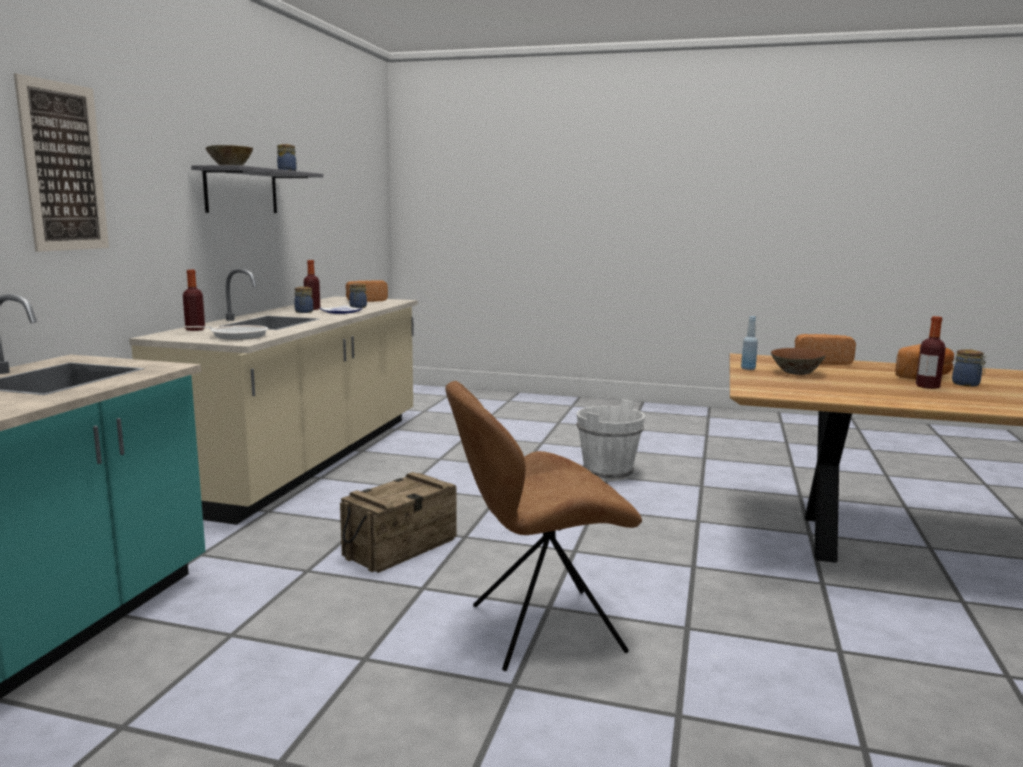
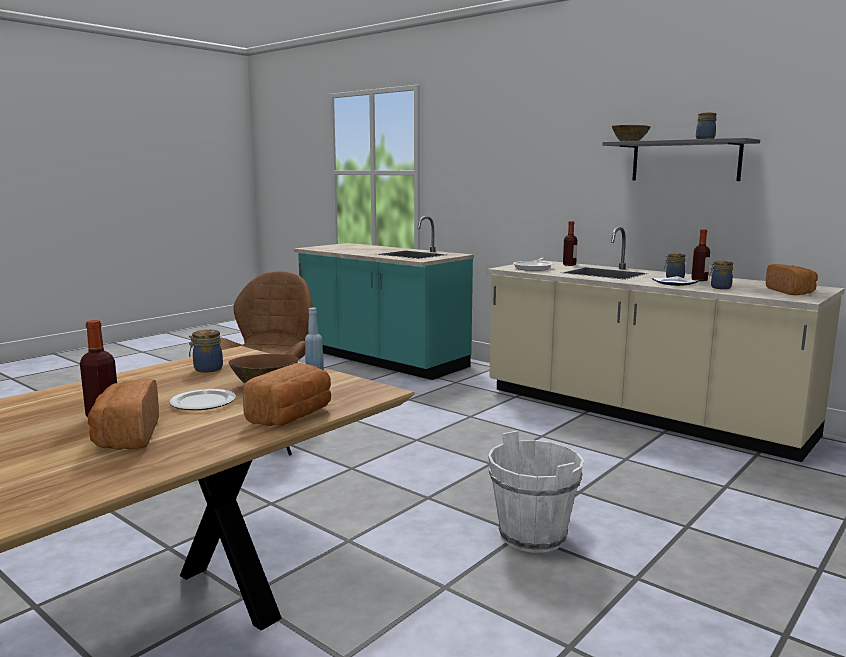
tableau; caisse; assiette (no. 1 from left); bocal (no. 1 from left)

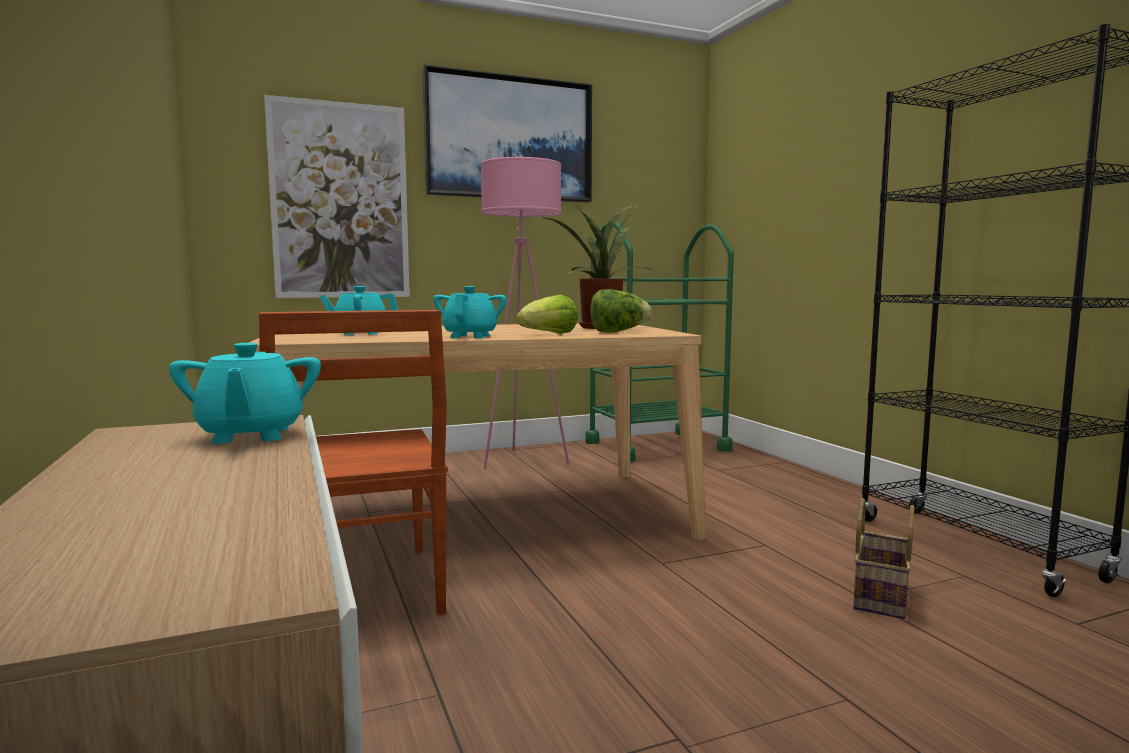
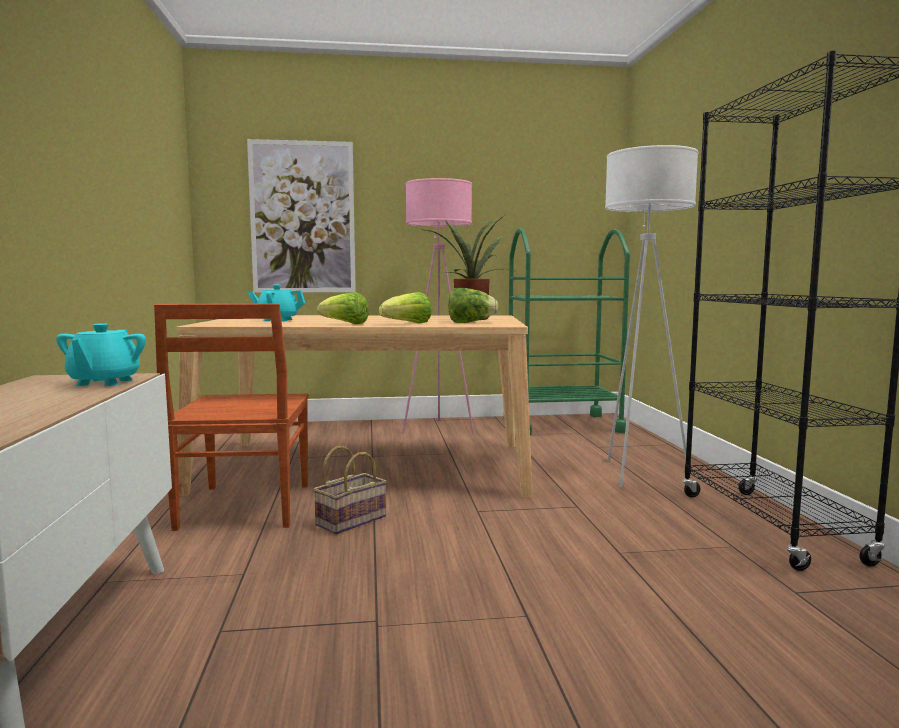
tableau (no. 2 from left in the first image); lampadaire/blanc; panier; laitue (no. 1 from left)

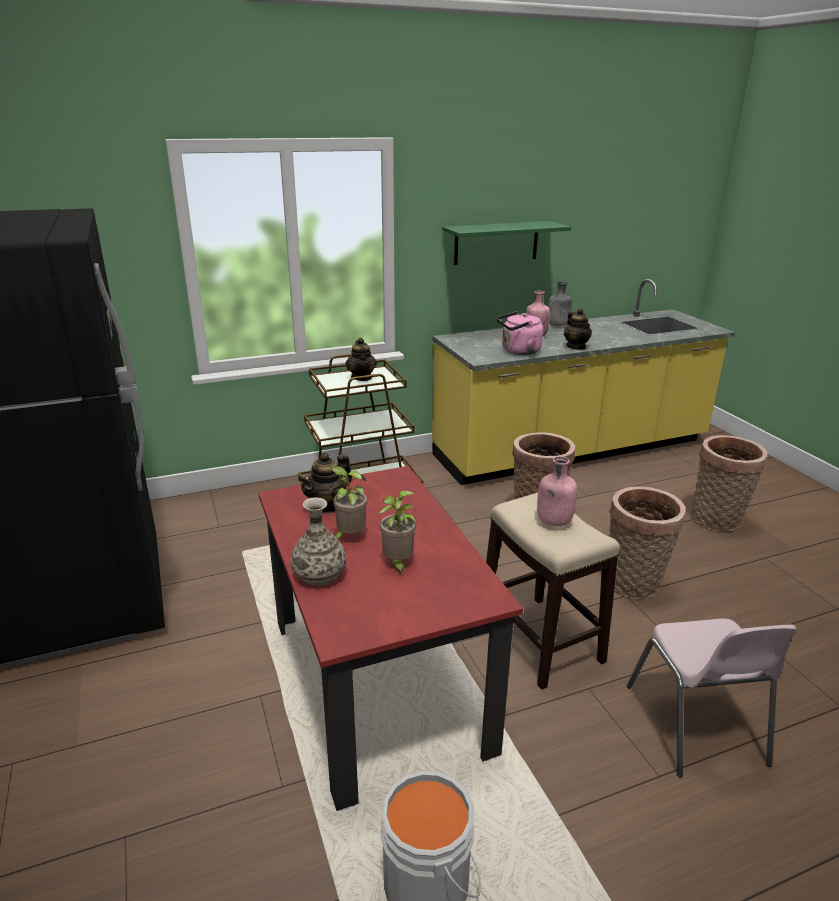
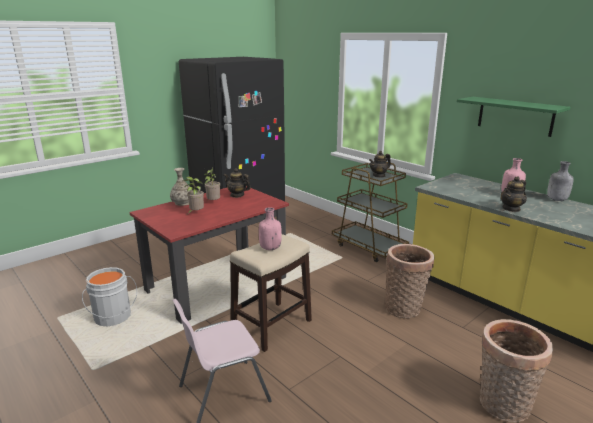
bouilloire/rose; panier (no. 2 from left in the first image)

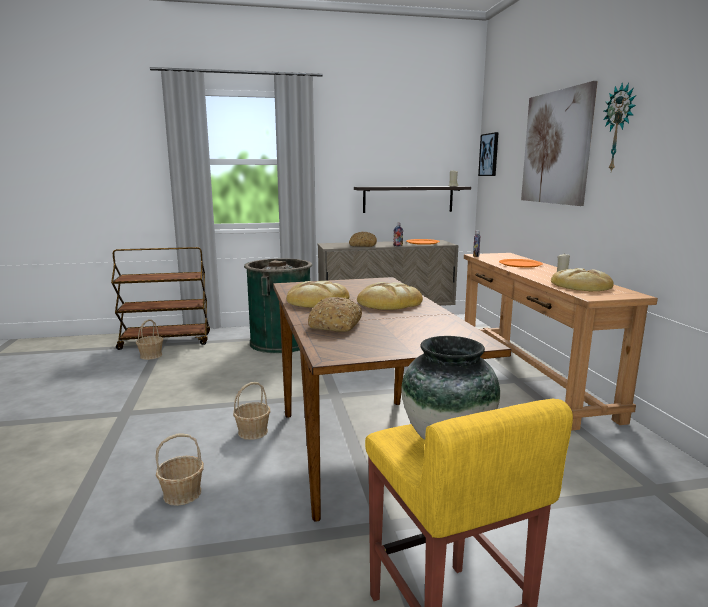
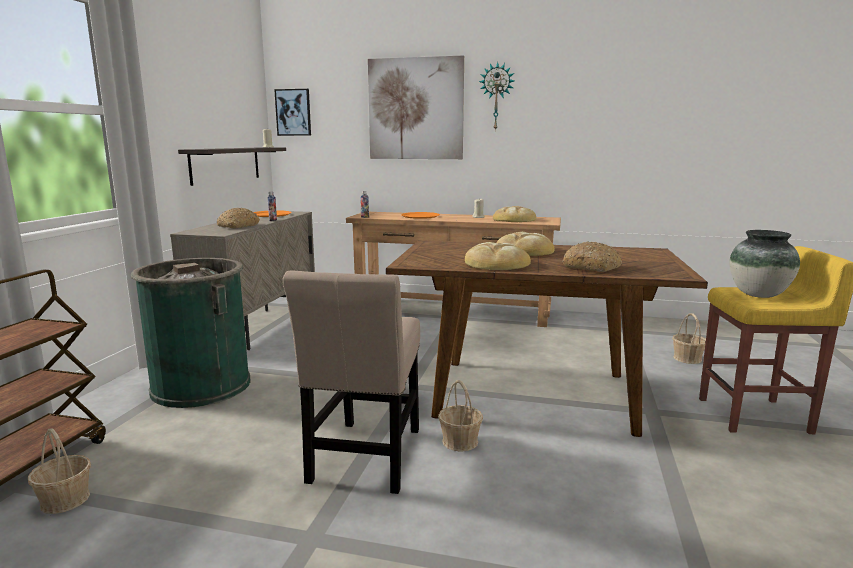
chaise/beige; panier (no. 3 from left)

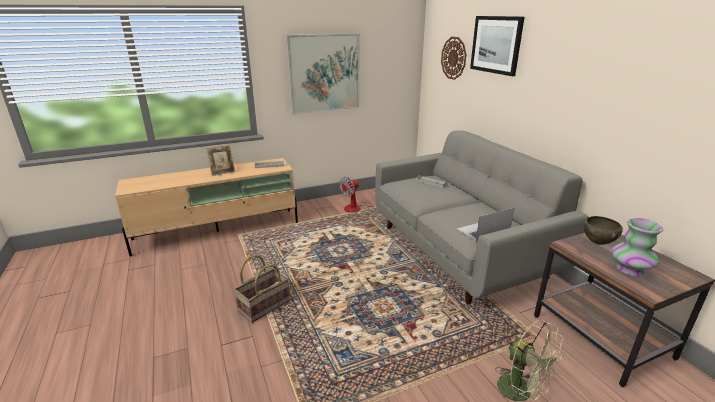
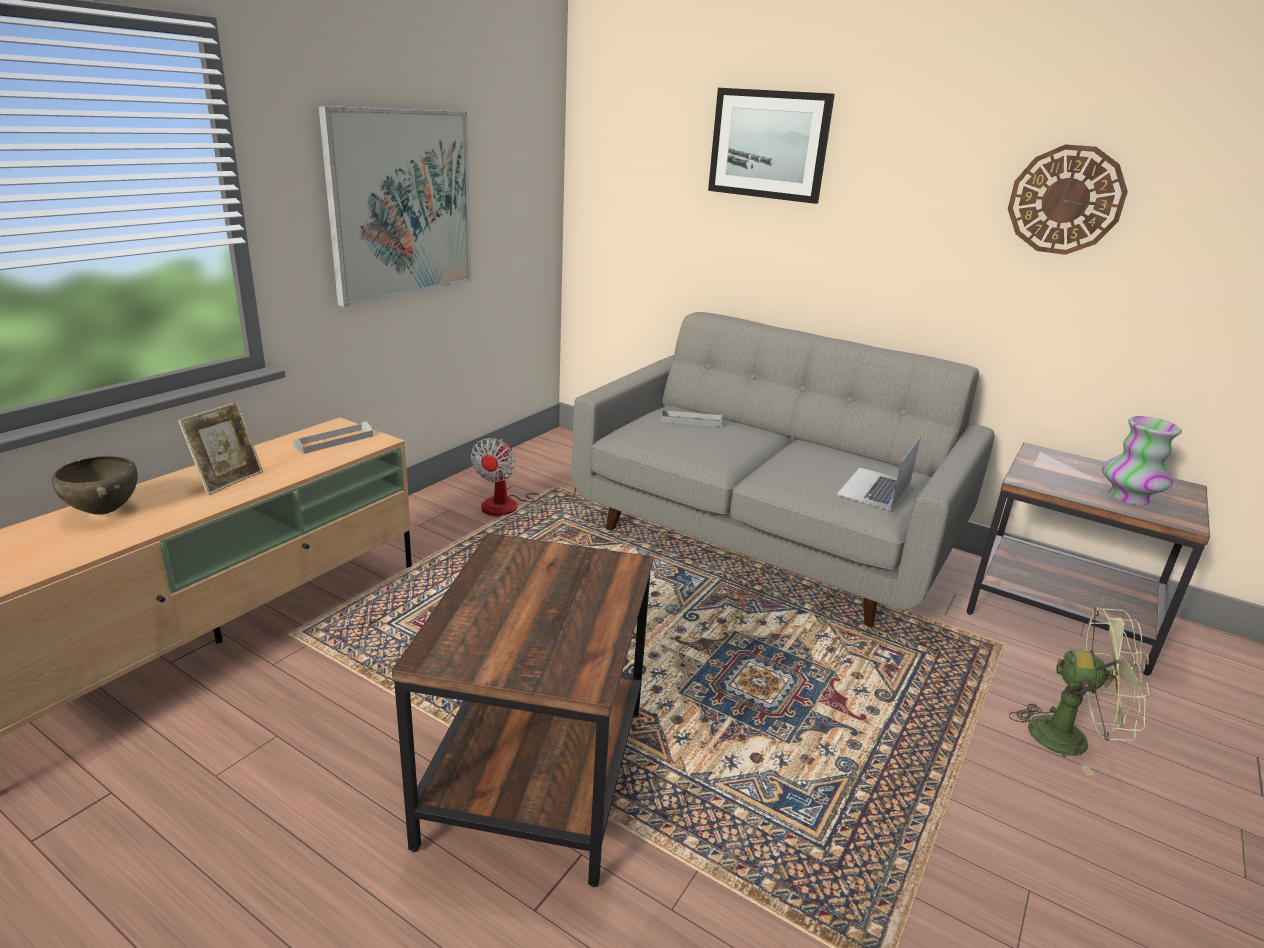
horloge murale; bol/marron; table d'appoint/marron (no. 1 from left)

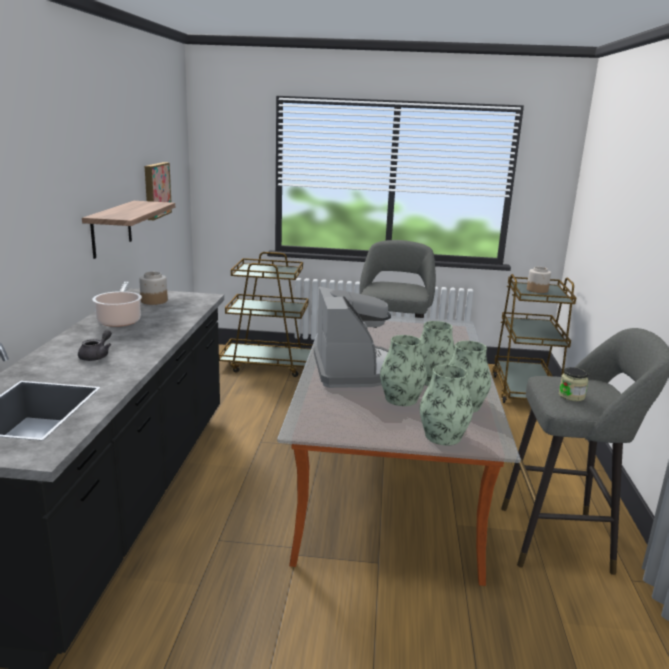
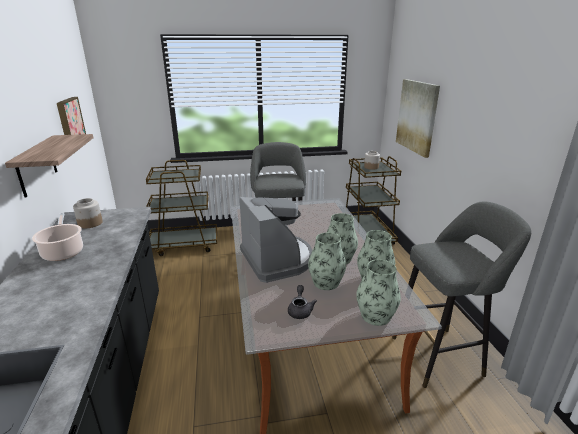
bocal (no. 3 from left in the first image); tableau (no. 2 from left); théière/gris

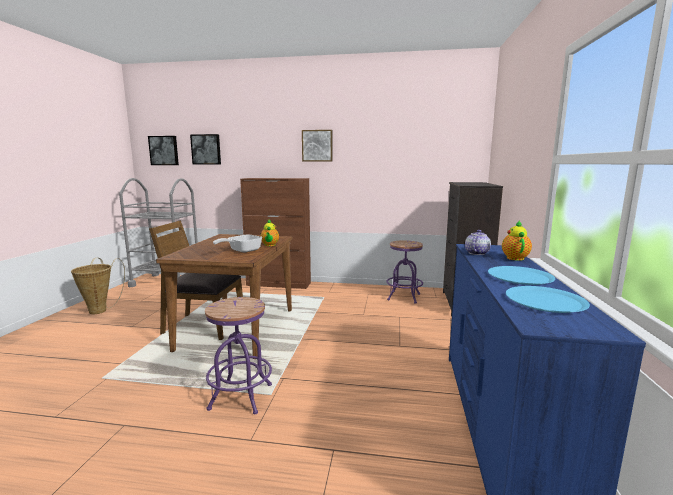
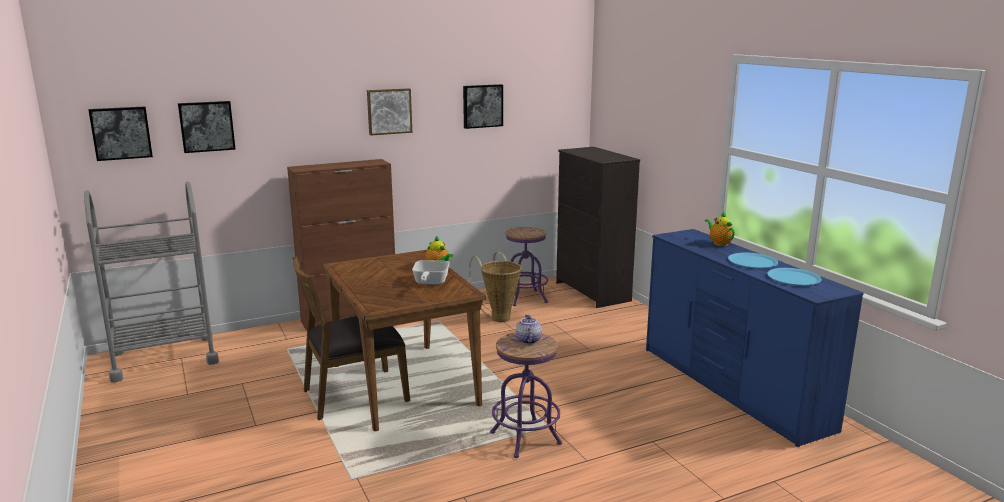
tableau (no. 4 from left); panier; théière (no. 2 from left)

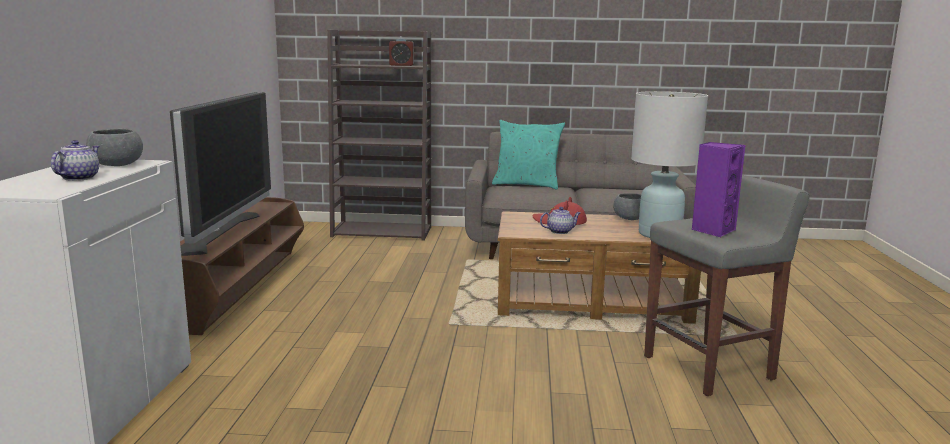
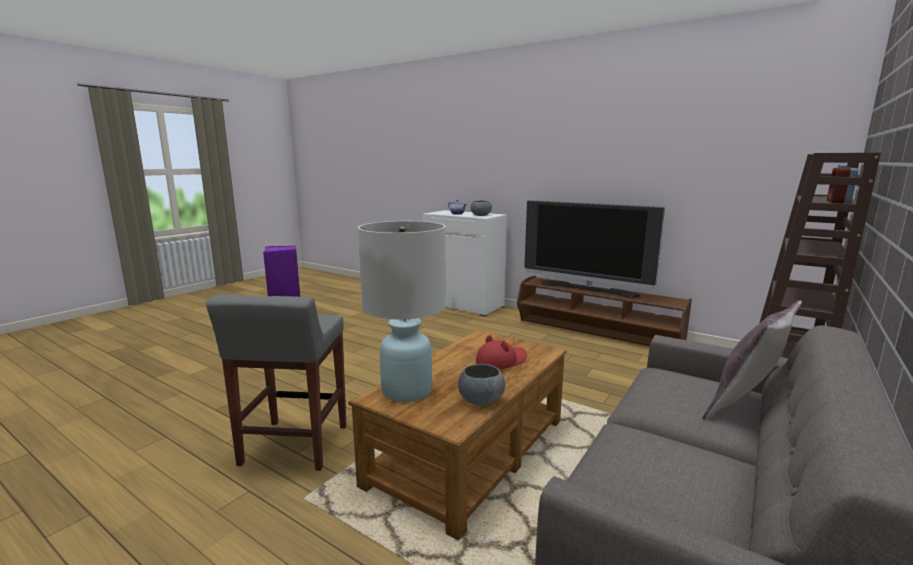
théière (no. 2 from left in the first image); coussin/gris

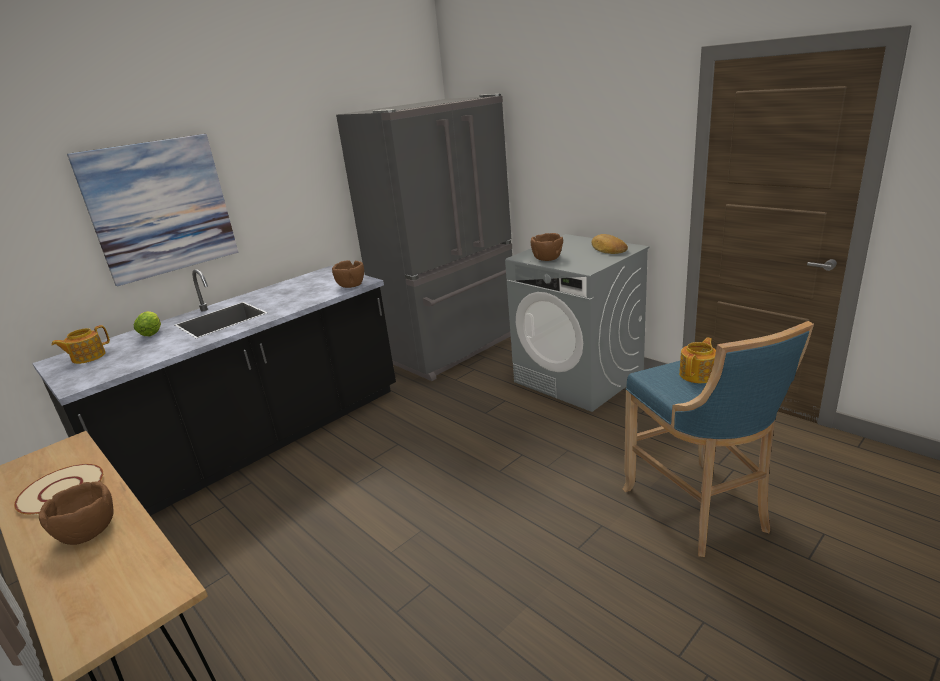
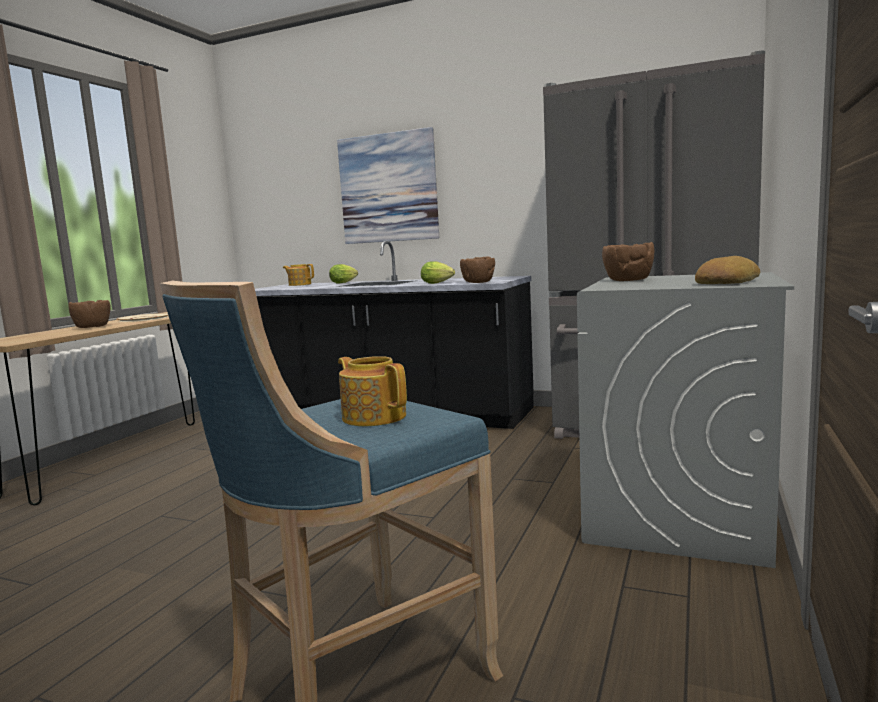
laitue (no. 2 from left); théière (no. 2 from left)

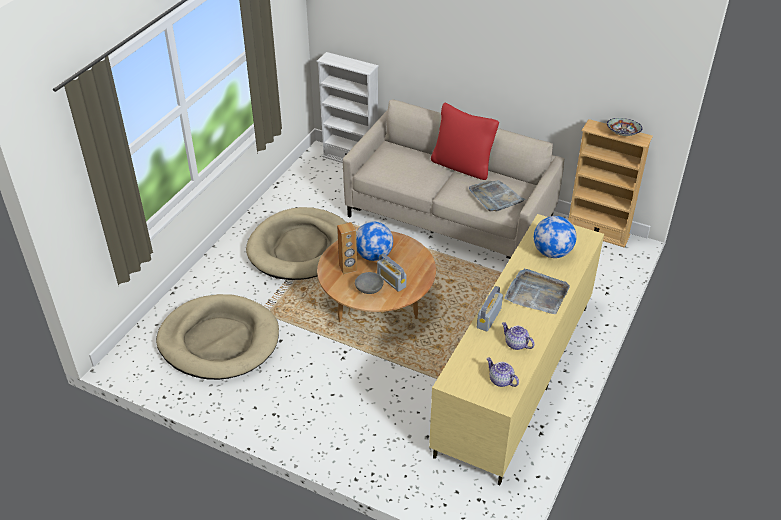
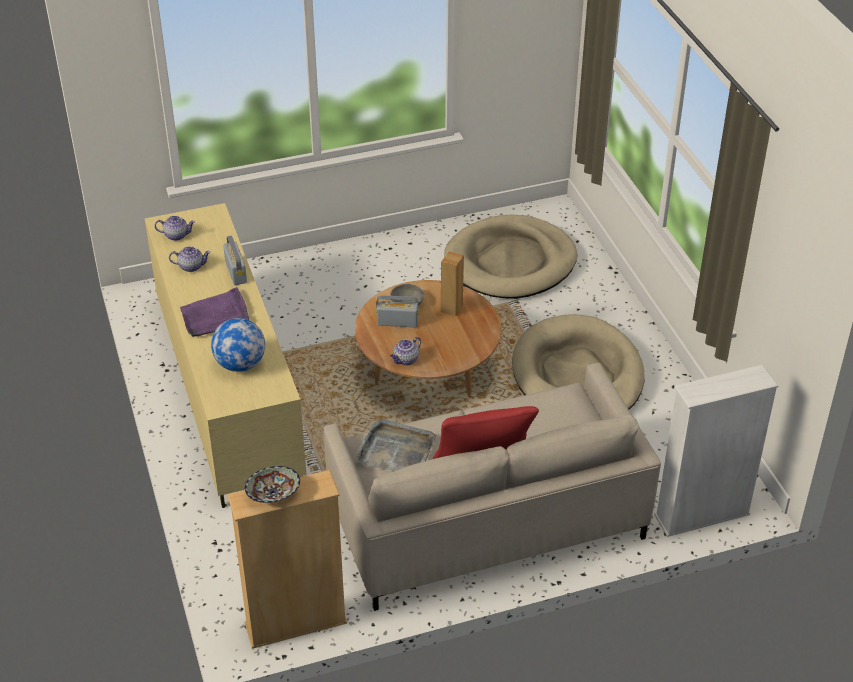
globe (no. 1 from left in the first image); théière (no. 3 from left); plateau/violet

